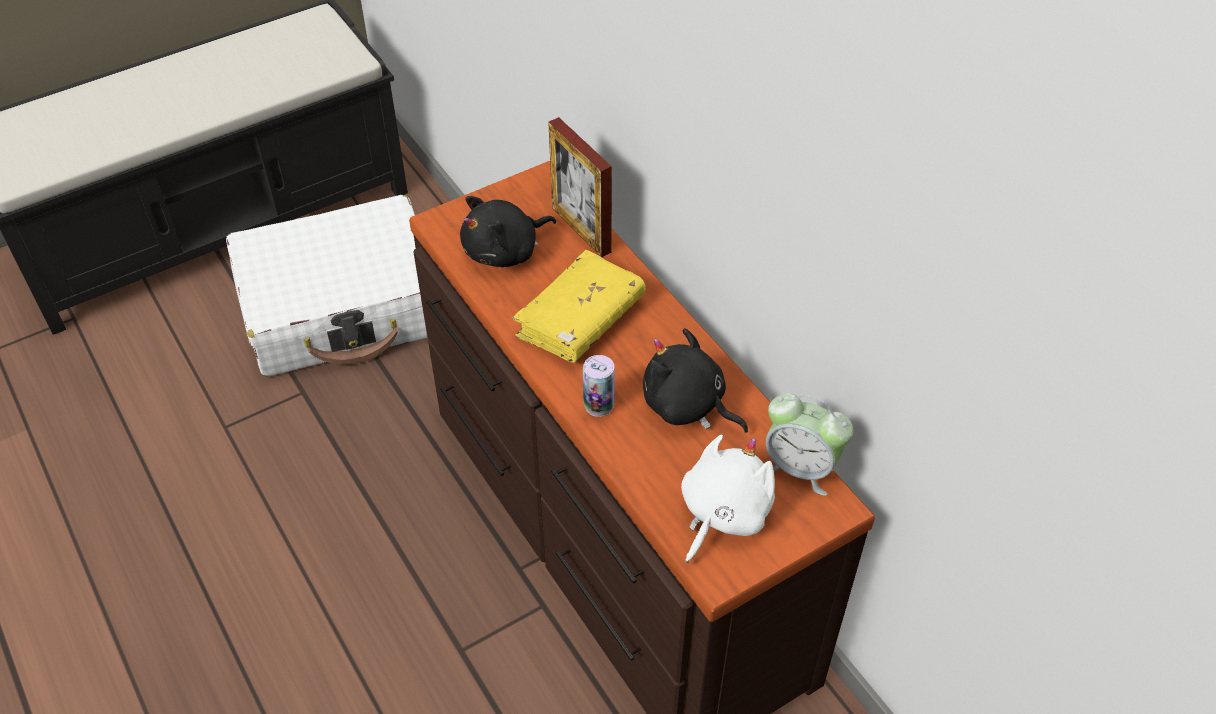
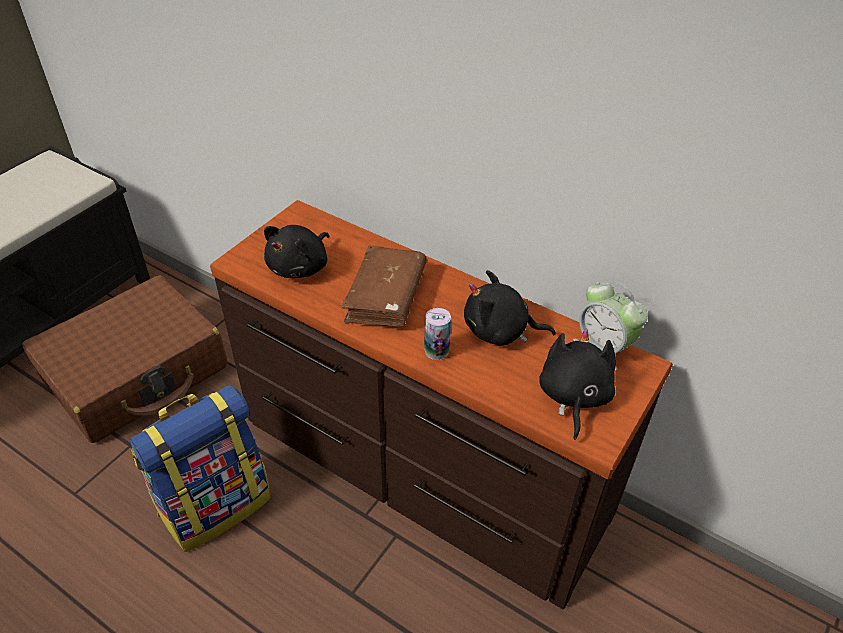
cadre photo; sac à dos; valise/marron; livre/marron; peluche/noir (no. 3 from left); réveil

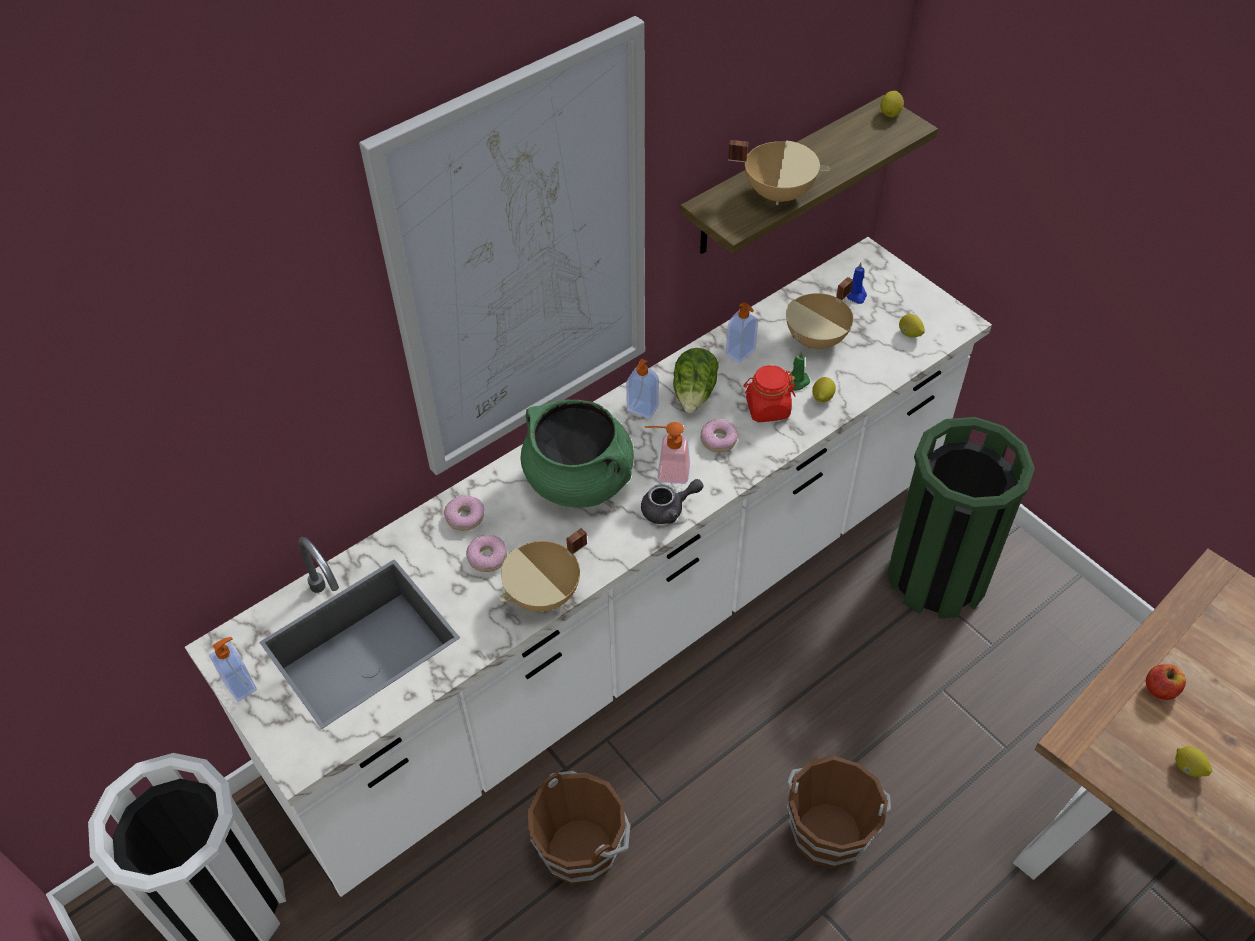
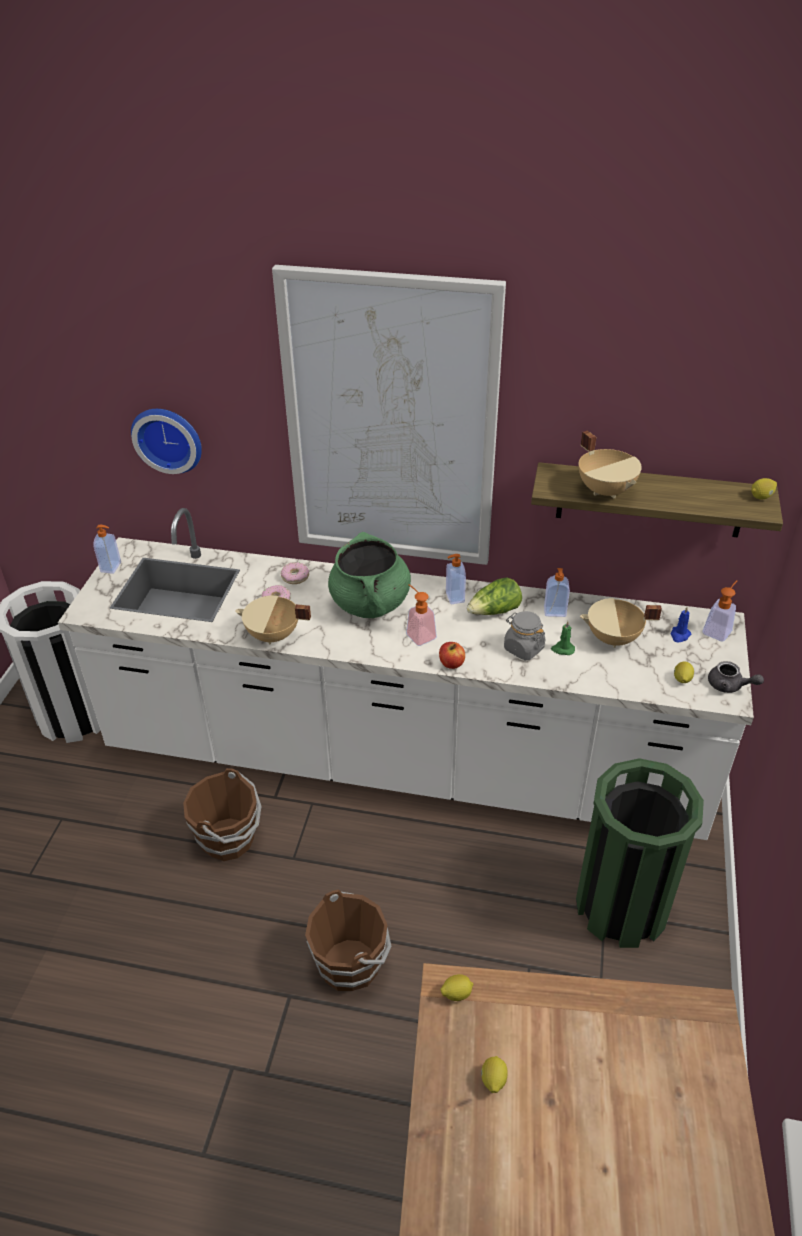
beignet (no. 3 from left in the first image); horloge murale; distributeur de savon (no. 5 from left); théière/gris; citron (no. 1 from left); pomme; bocal/gris

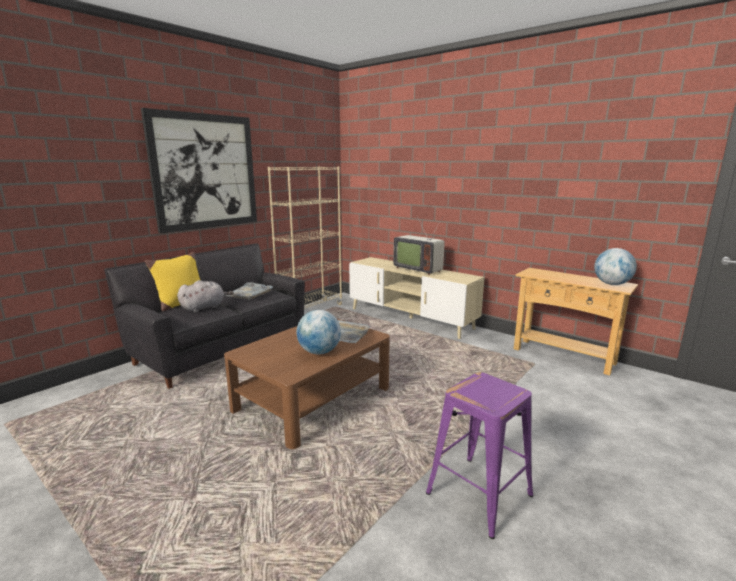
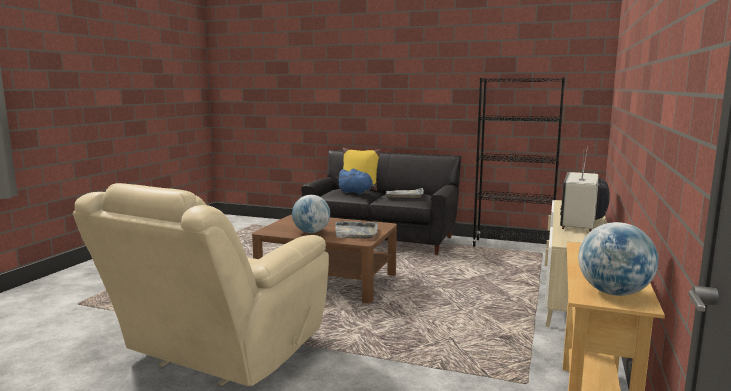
tableau; fauteuil/beige; peluche/bleu; bibliothèque/noir

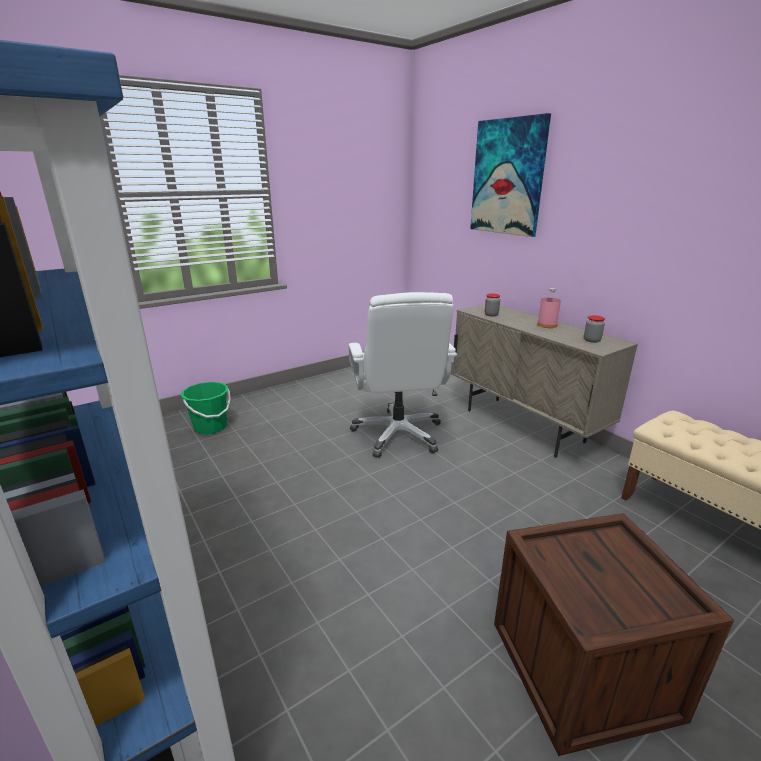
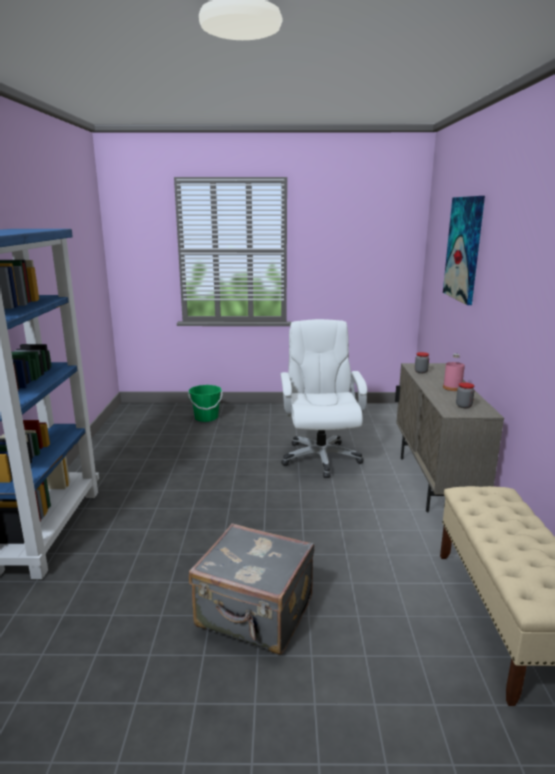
valise/gris; chaise de bureau/blanc

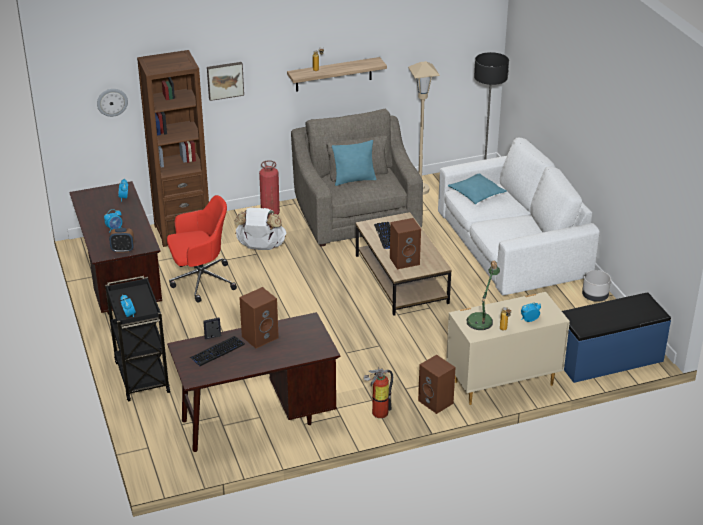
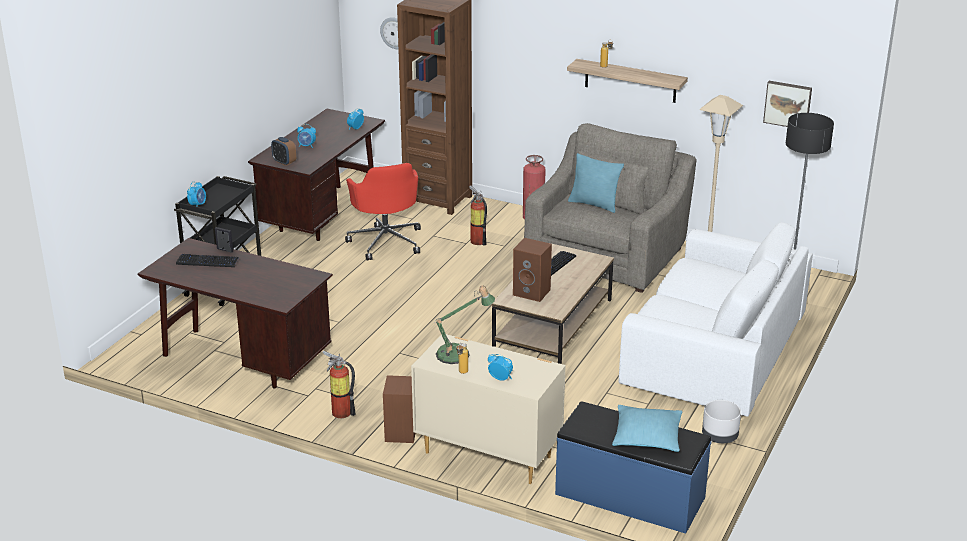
enceinte/marron (no. 1 from left in the first image); tableau; coussin/turquoise (no. 2 from left); extincteur (no. 2 from left); chaise de bureau/rouge

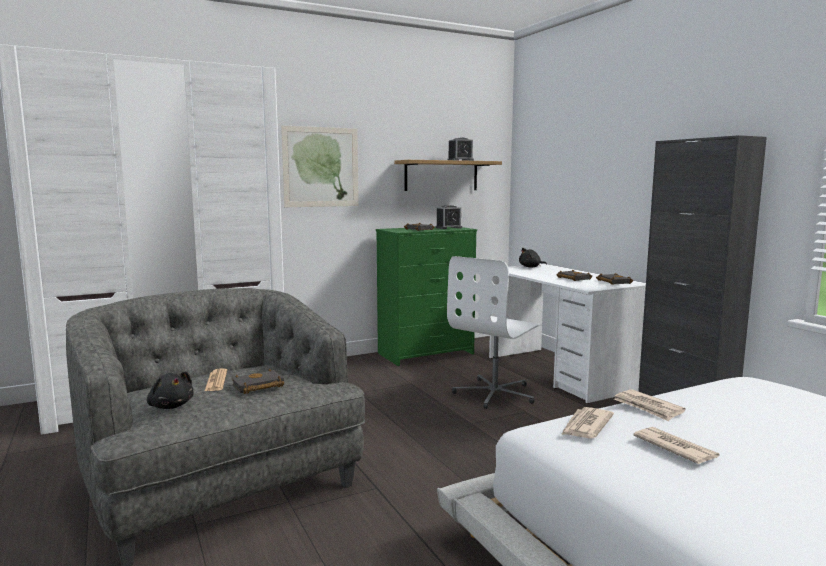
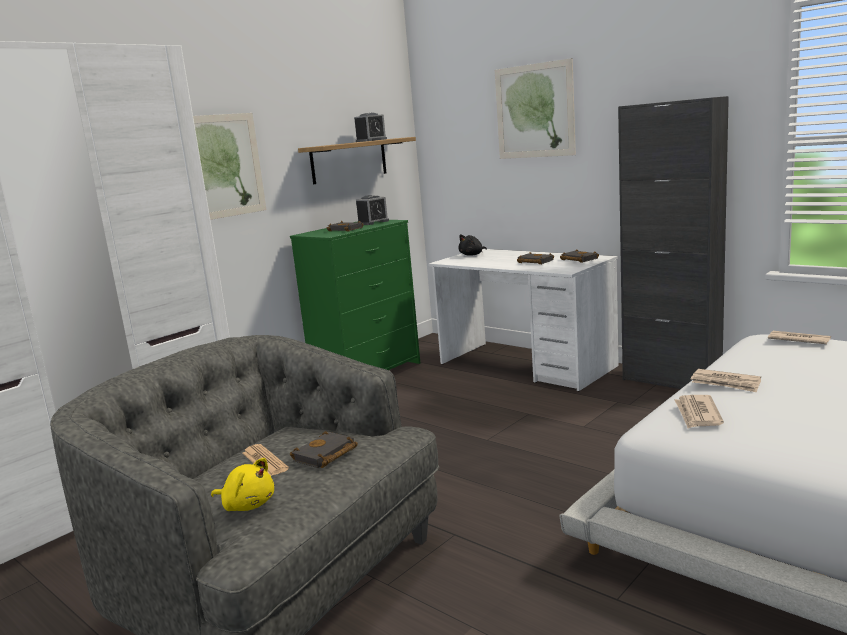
chaise de bureau/blanc; tableau (no. 2 from left); journal (no. 4 from left); peluche/jaune

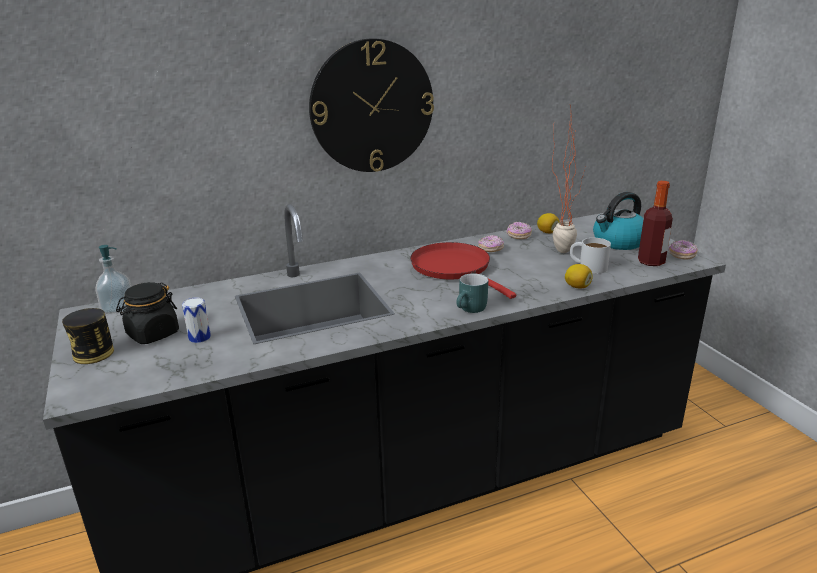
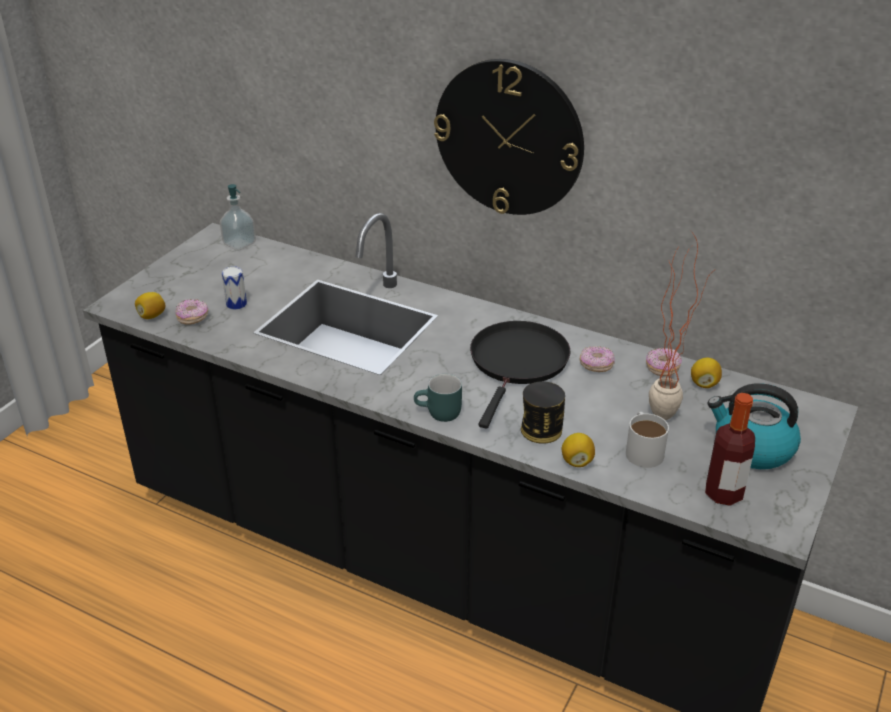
bocal/noir; citron (no. 1 from left); boîte métallique (no. 2 from left); beignet (no. 1 from left); poêle/noir

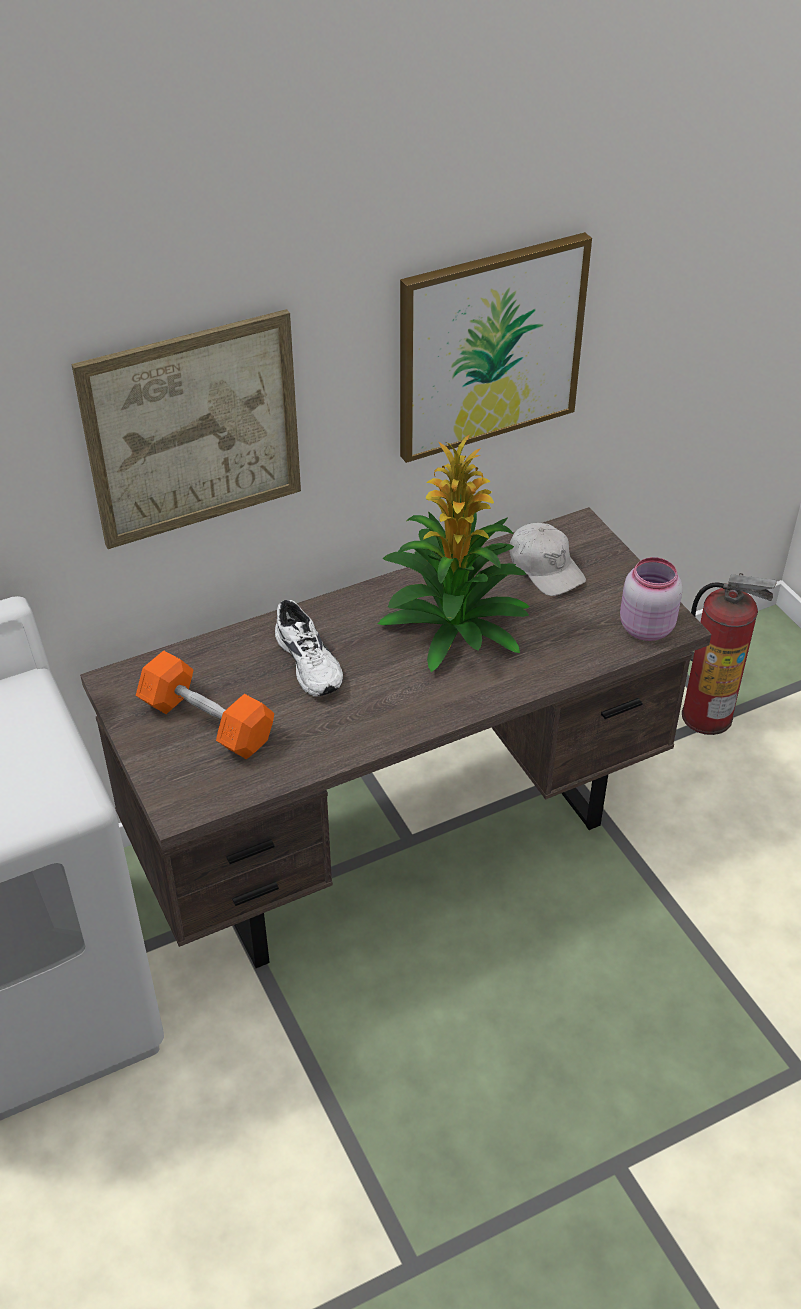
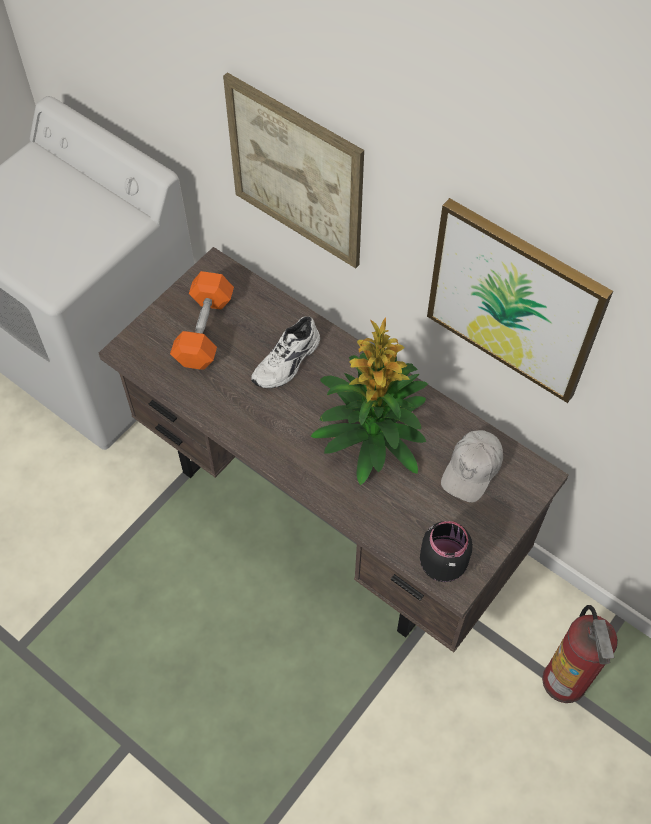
bocal/noir

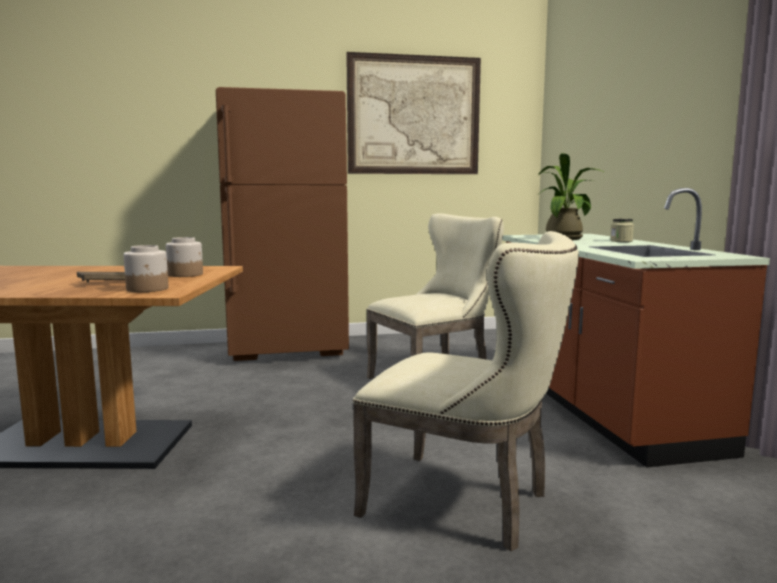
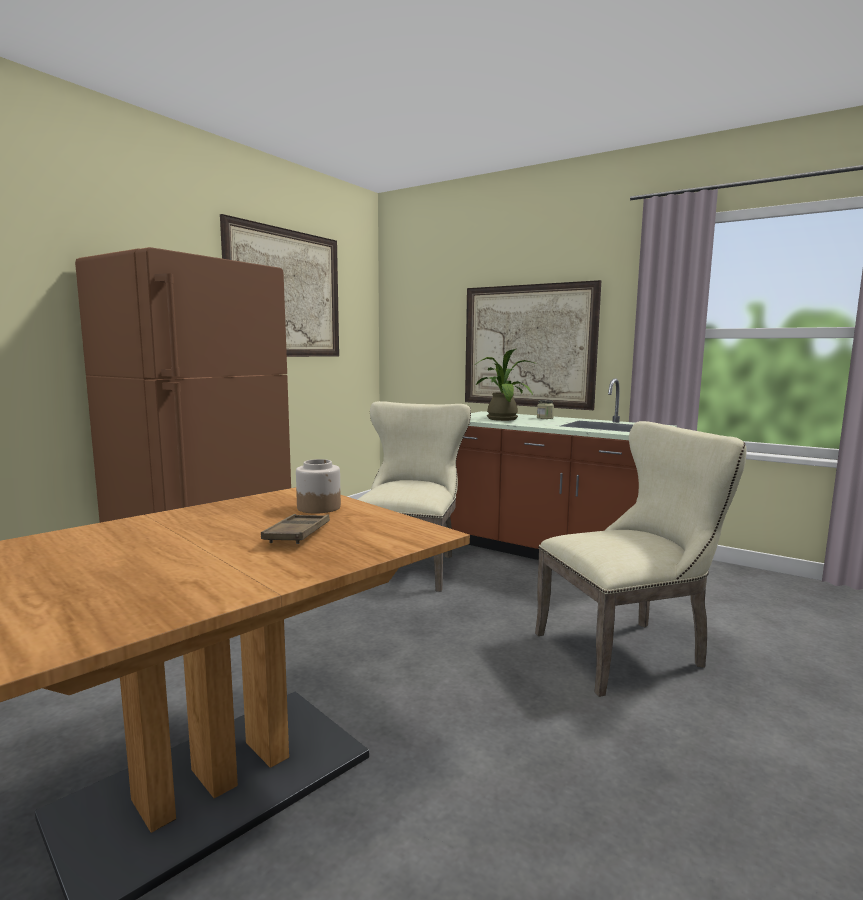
bocal (no. 1 from left in the first image); tableau (no. 2 from left)

